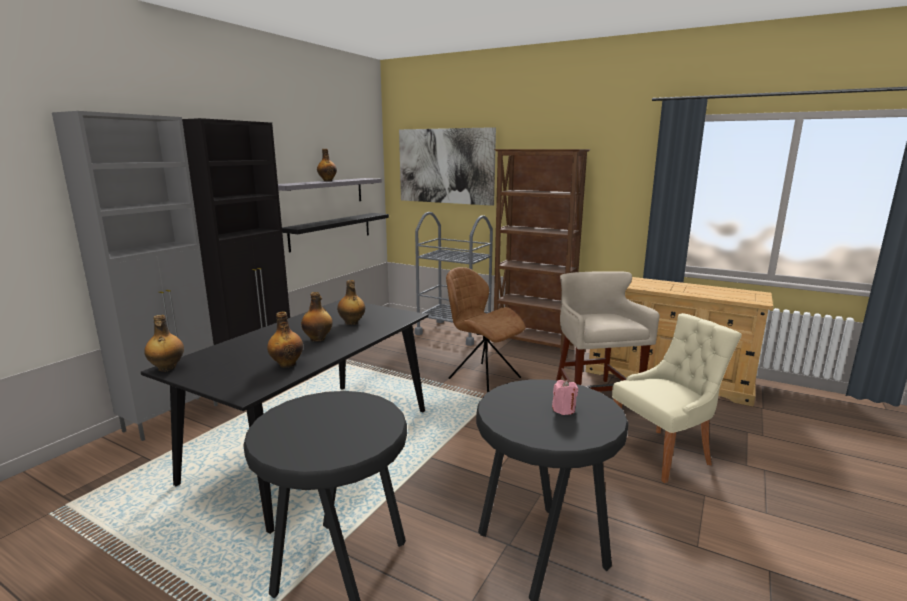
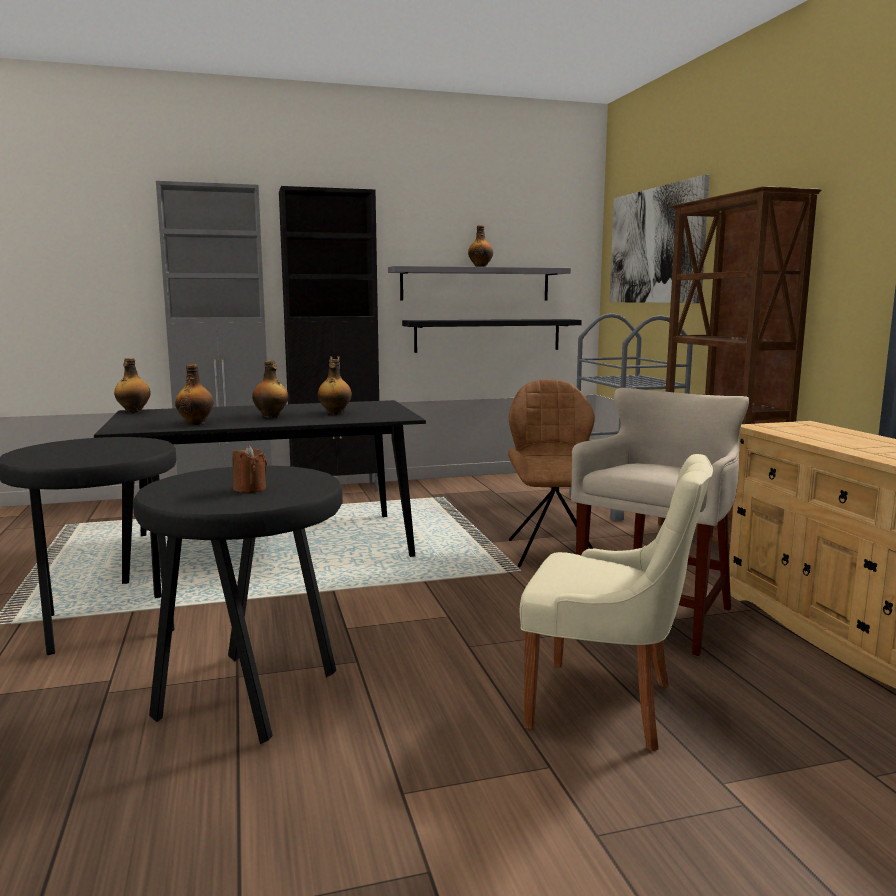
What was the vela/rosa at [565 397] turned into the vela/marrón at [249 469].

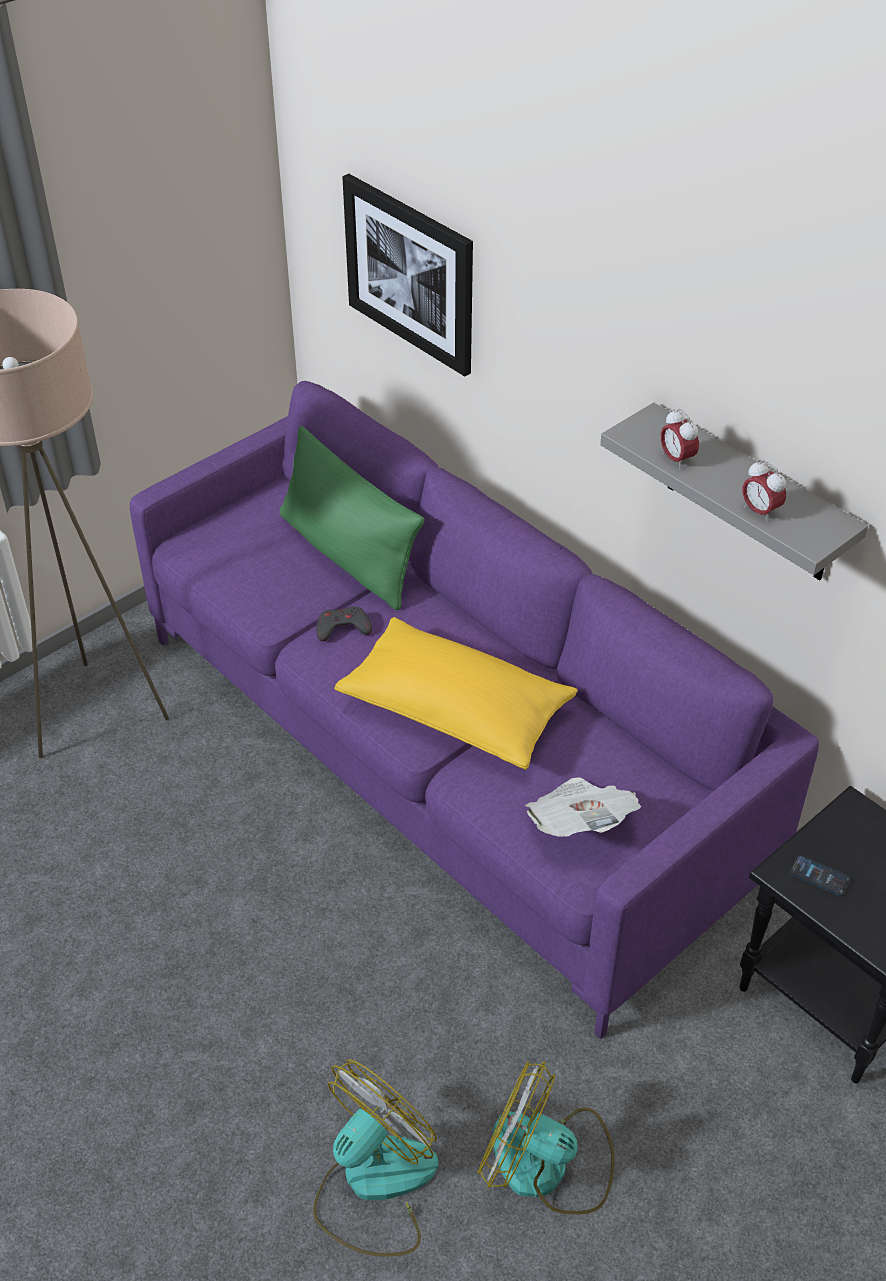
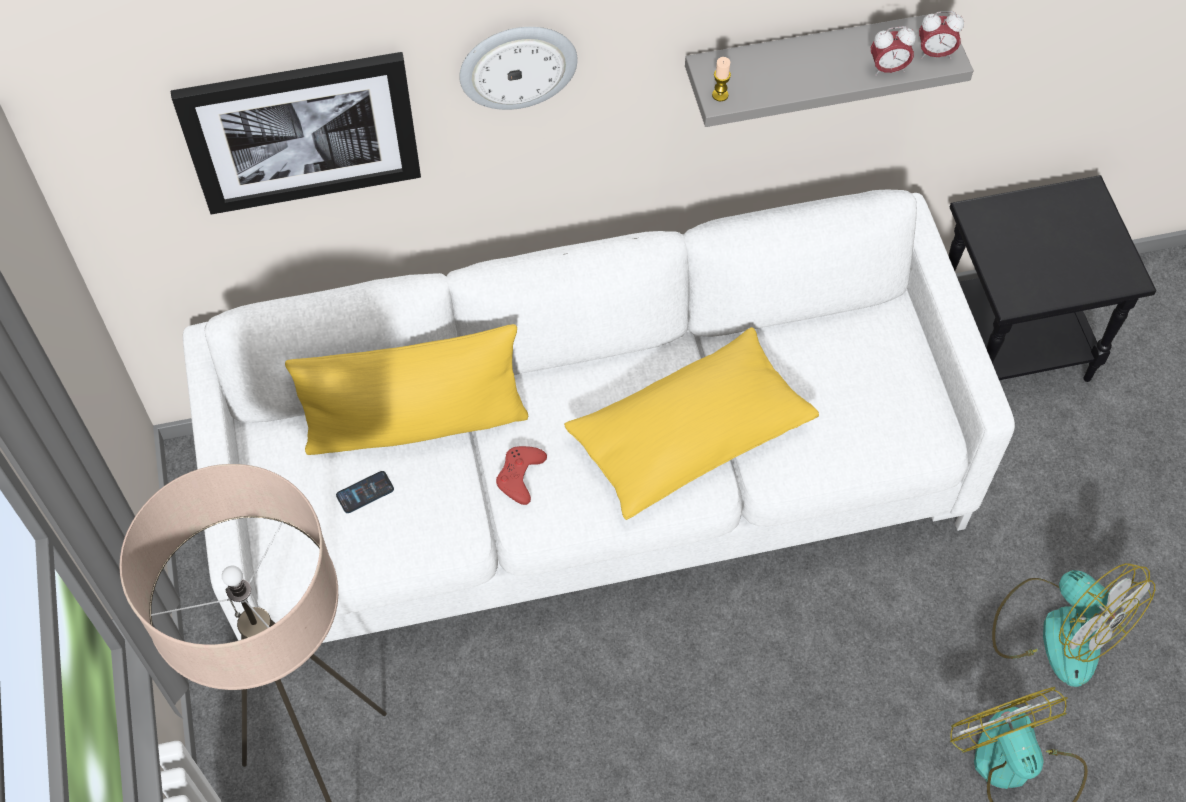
What was the sofá/morado at [474 710] turned into the sofá/blanco at [599 416].
What was the cojín/verde at [352 518] turned into the cojín/amarillo at [406 389].
The móvil ended up elsewhere, having gone from [820 875] to [365 492].
The second view gained the reloj de pared at [518 68].
What was the mando de consola/gris at [344 623] turned into the mando de consola/rojo at [521 475].
The second view gained the vela at [721 79].
The despertador ended up elsewhere, having gone from [680 439] to [941 35].
The ventilador at [546 1137] ended up facing another way, 90 degrees counterclockwise from before.
The second view lost the periódico at [583 807].

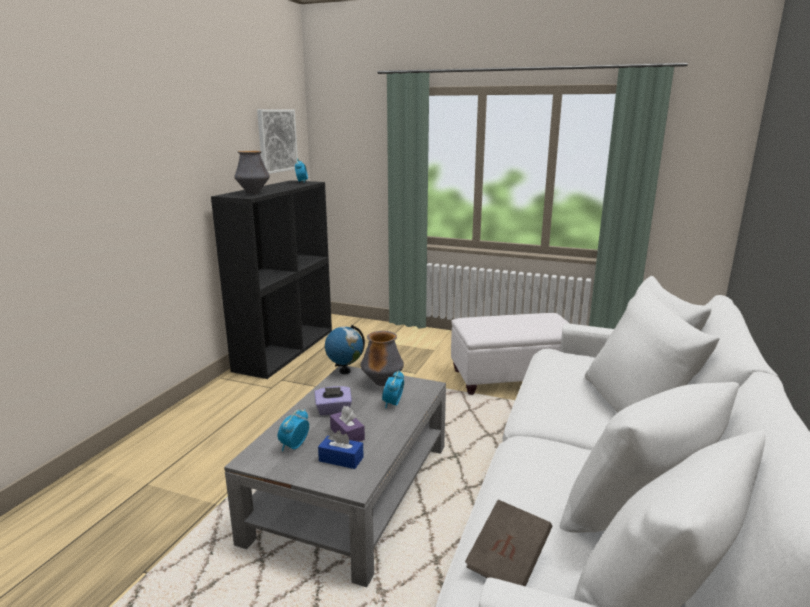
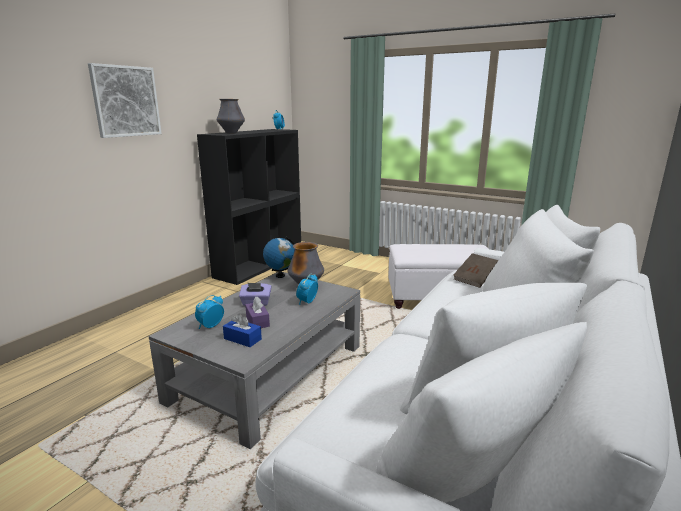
The cuadro ended up elsewhere, having gone from [277 141] to [125 100].
The libro/marrón ended up elsewhere, having gone from [508 543] to [475 270].

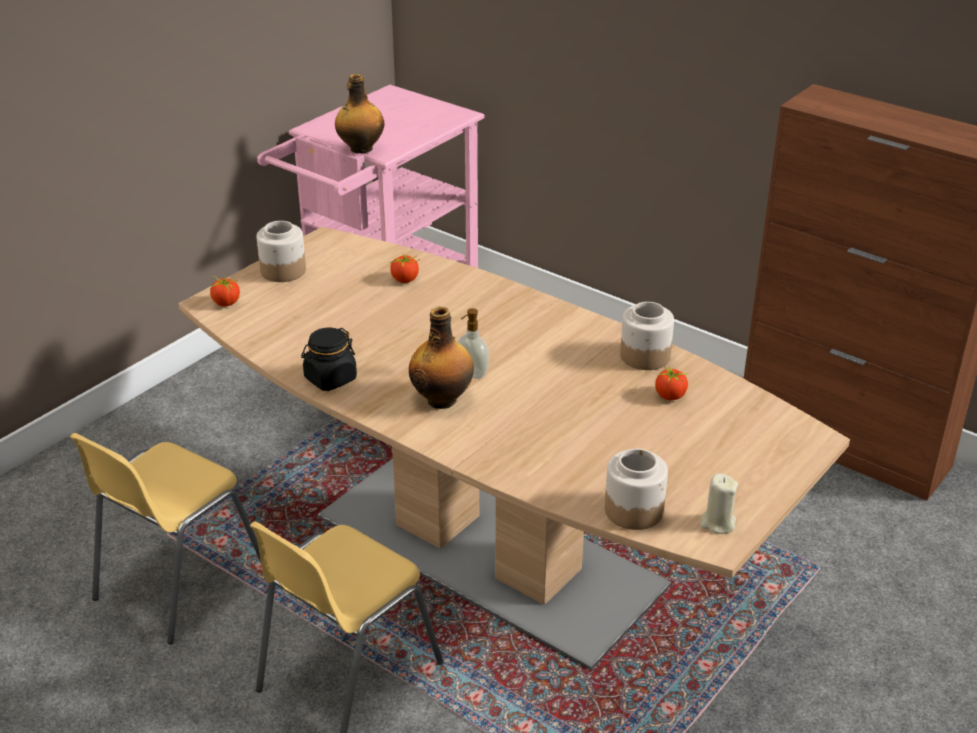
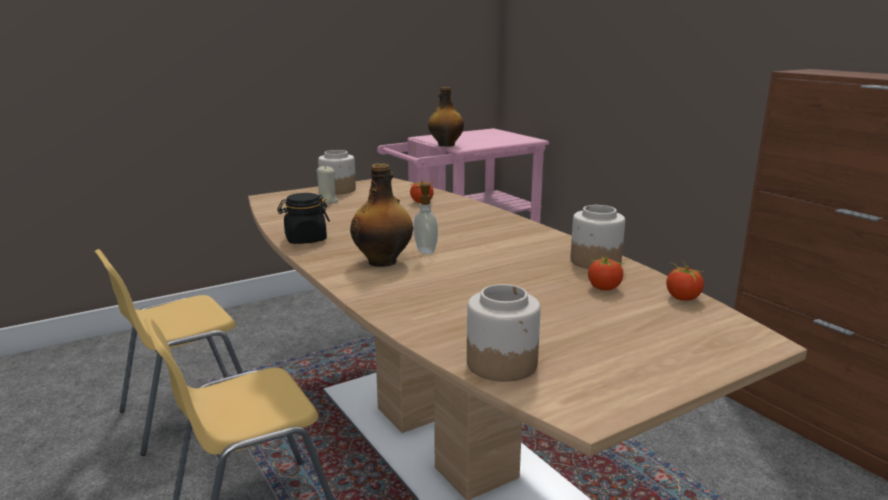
The vela/beis ended up elsewhere, having gone from [719 503] to [328 185].
The tomate ended up elsewhere, having gone from [225 290] to [685 281].

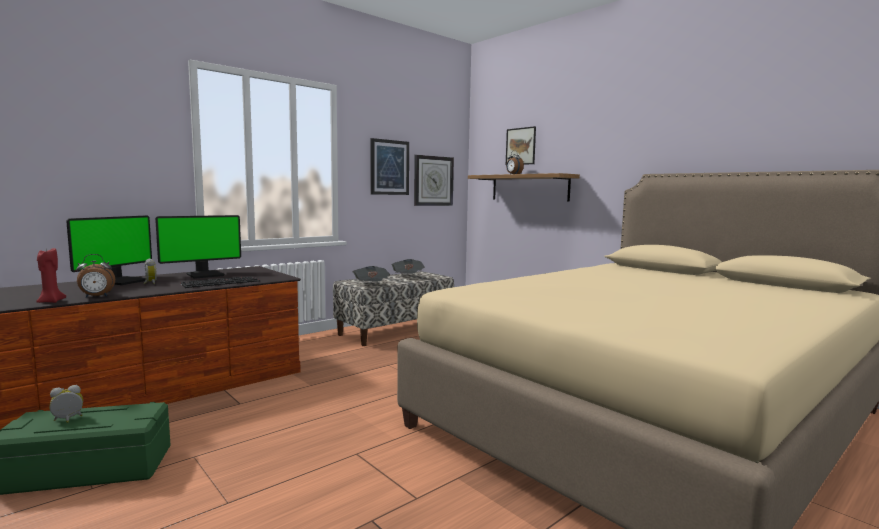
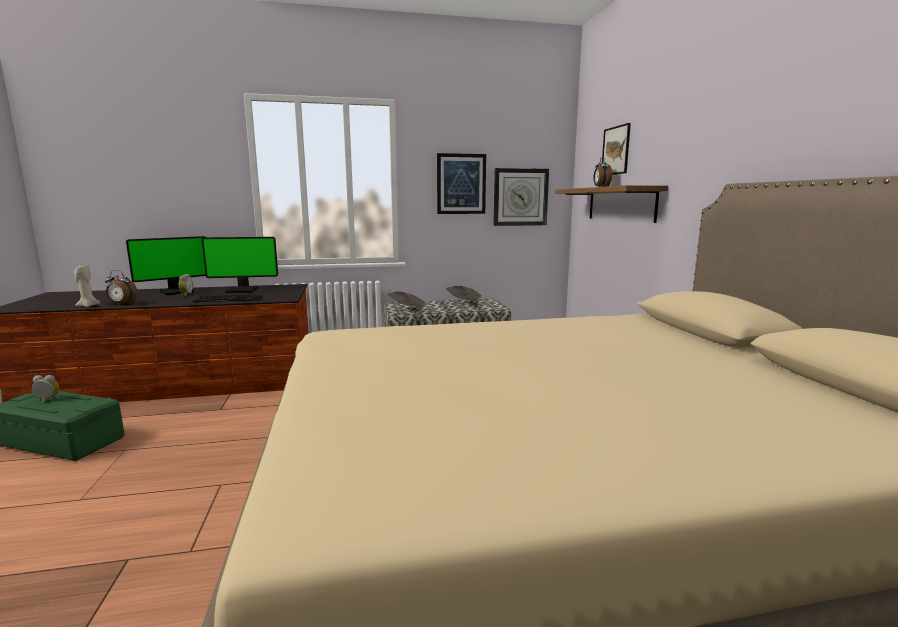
What was the vela/rojo at [51 275] turned into the vela/beis at [87 285].

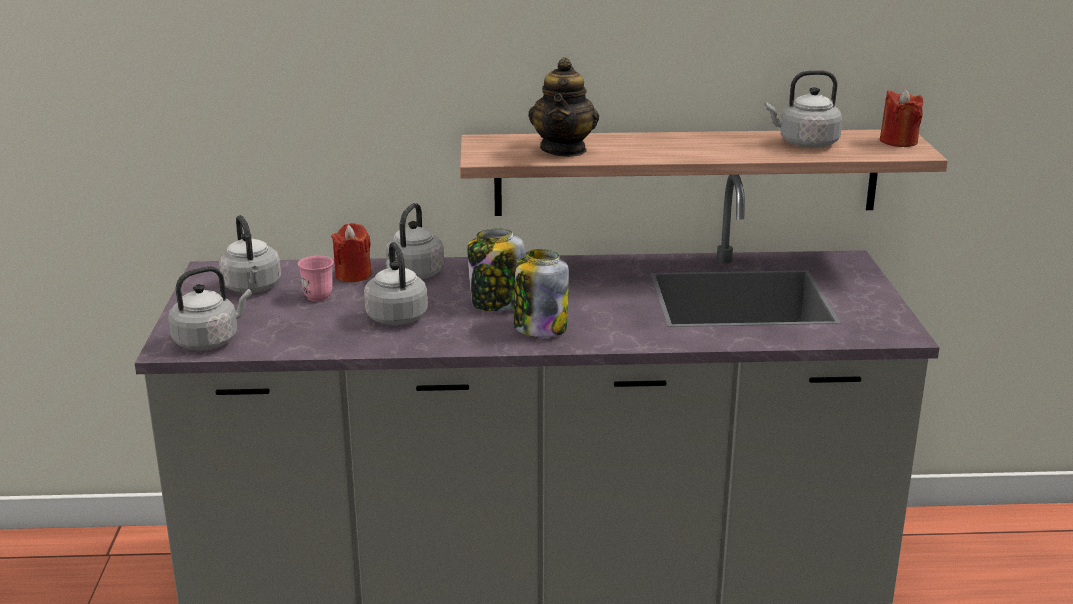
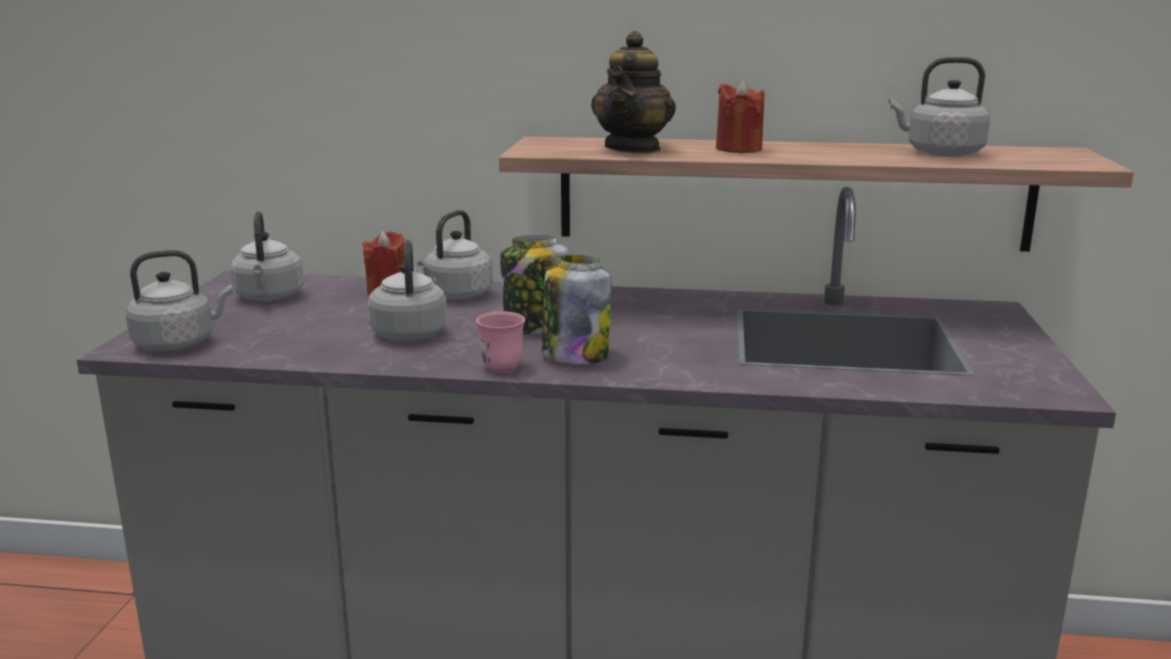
The taza grande/rosa ended up elsewhere, having gone from [316 278] to [500 342].
The vela/rojo ended up elsewhere, having gone from [901 117] to [740 116].

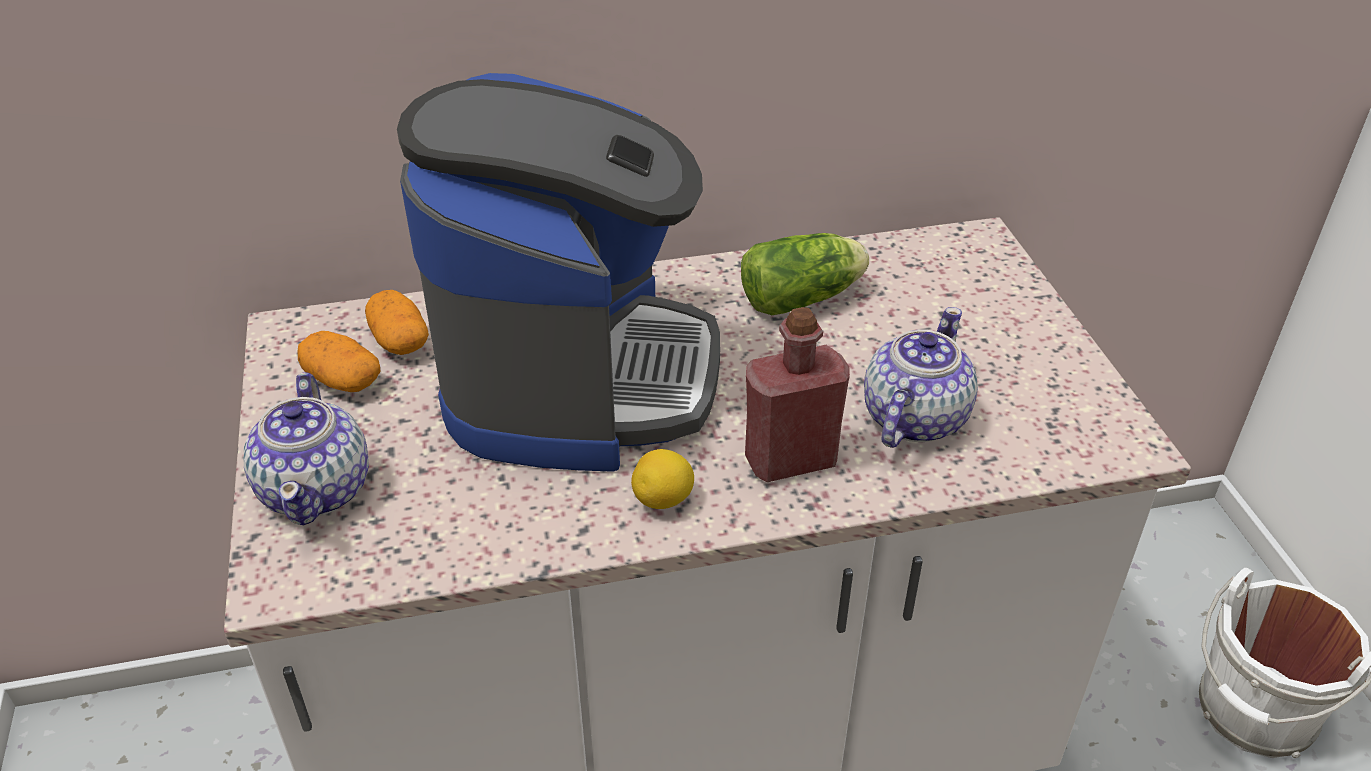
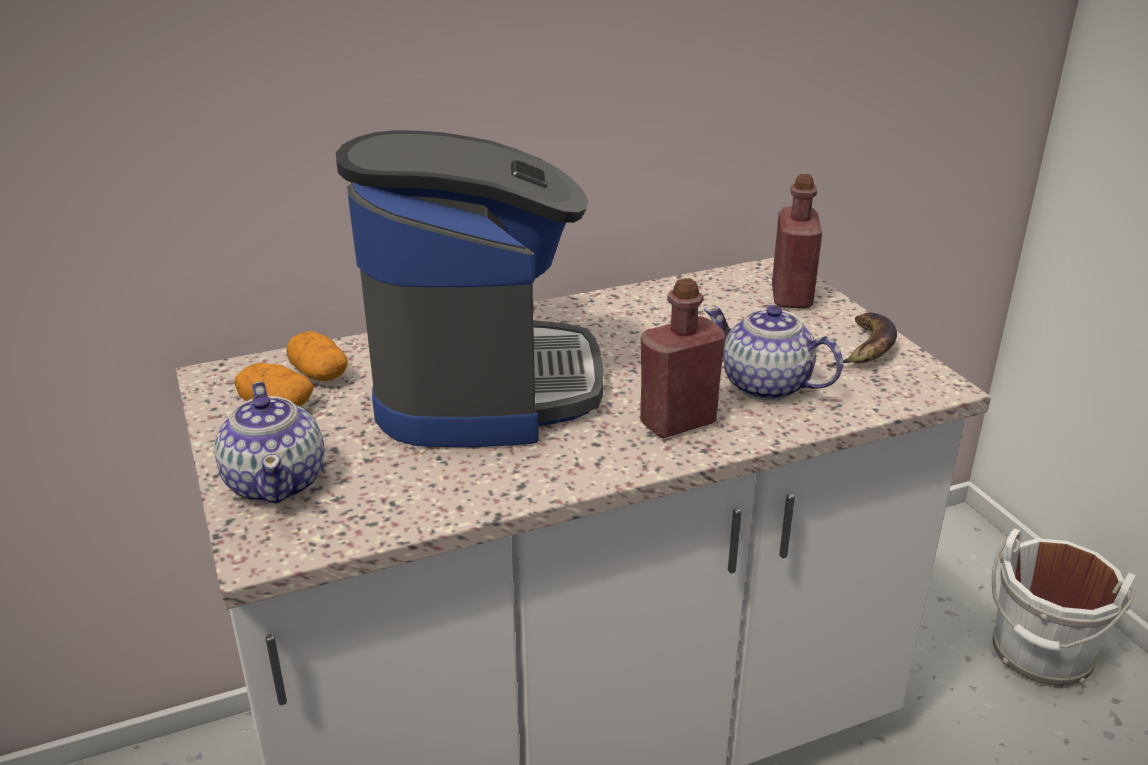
The tetera at [921 377] ended up facing another way, 75 degrees counterclockwise from before.
The second view gained the botella/rojo at [797 241].
The second view gained the plátano at [861 339].
The second view lost the limón at [662 479].
The second view lost the lechuga at [805 274].

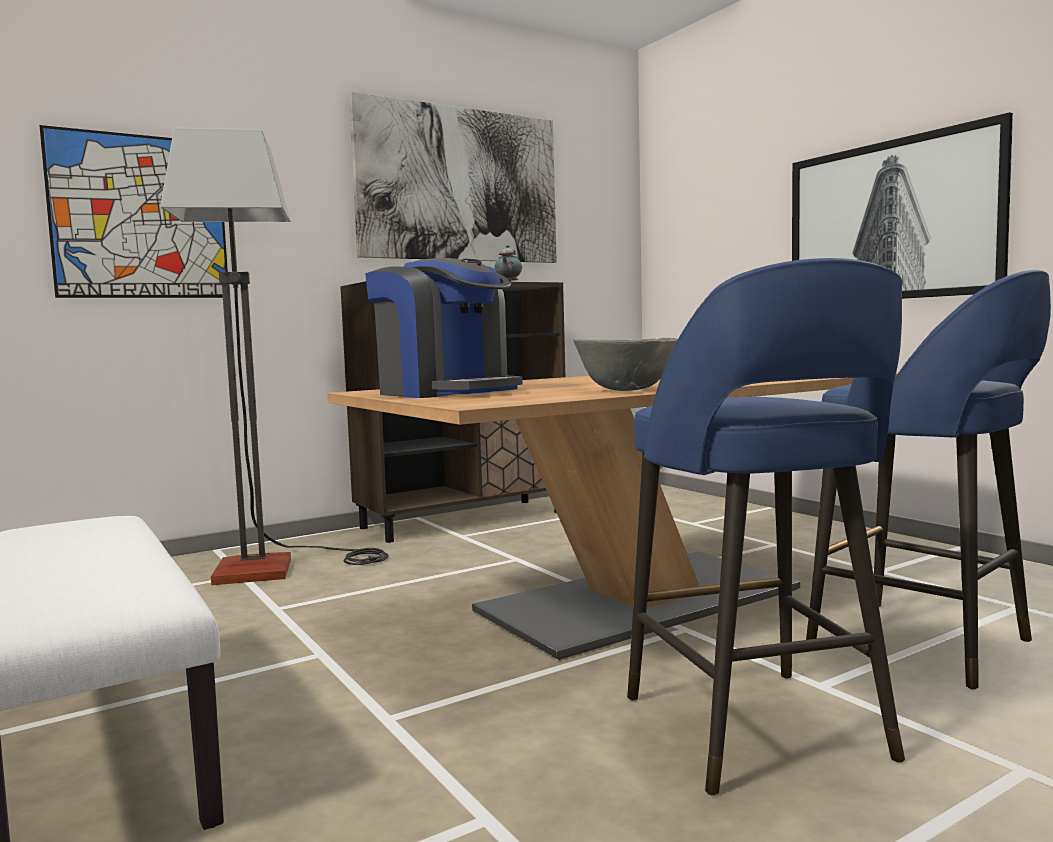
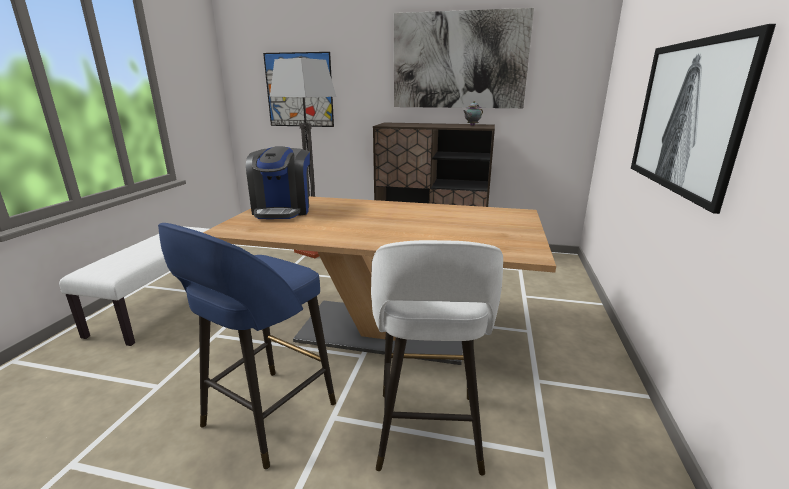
What was the taburete/azul at [928 480] turned into the taburete/blanco at [437 357].
The second view lost the cuenco/gris at [625 364].

